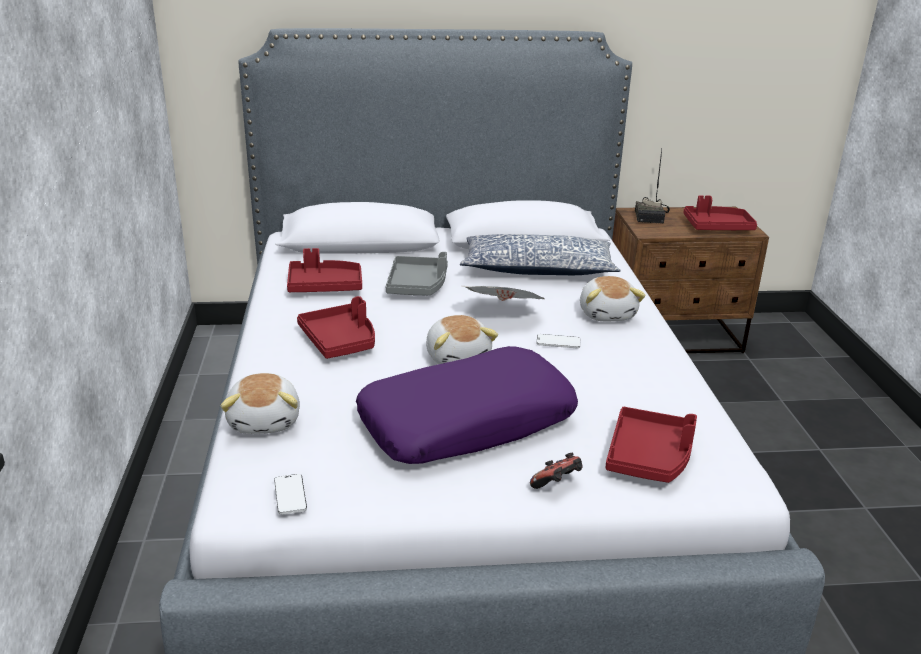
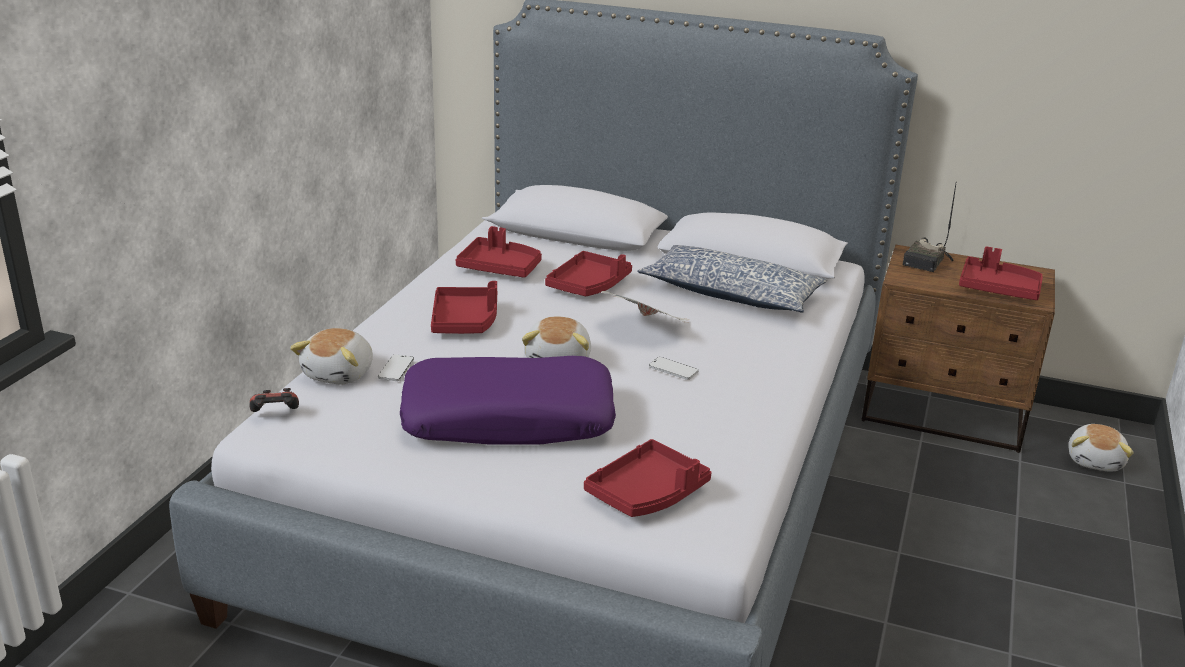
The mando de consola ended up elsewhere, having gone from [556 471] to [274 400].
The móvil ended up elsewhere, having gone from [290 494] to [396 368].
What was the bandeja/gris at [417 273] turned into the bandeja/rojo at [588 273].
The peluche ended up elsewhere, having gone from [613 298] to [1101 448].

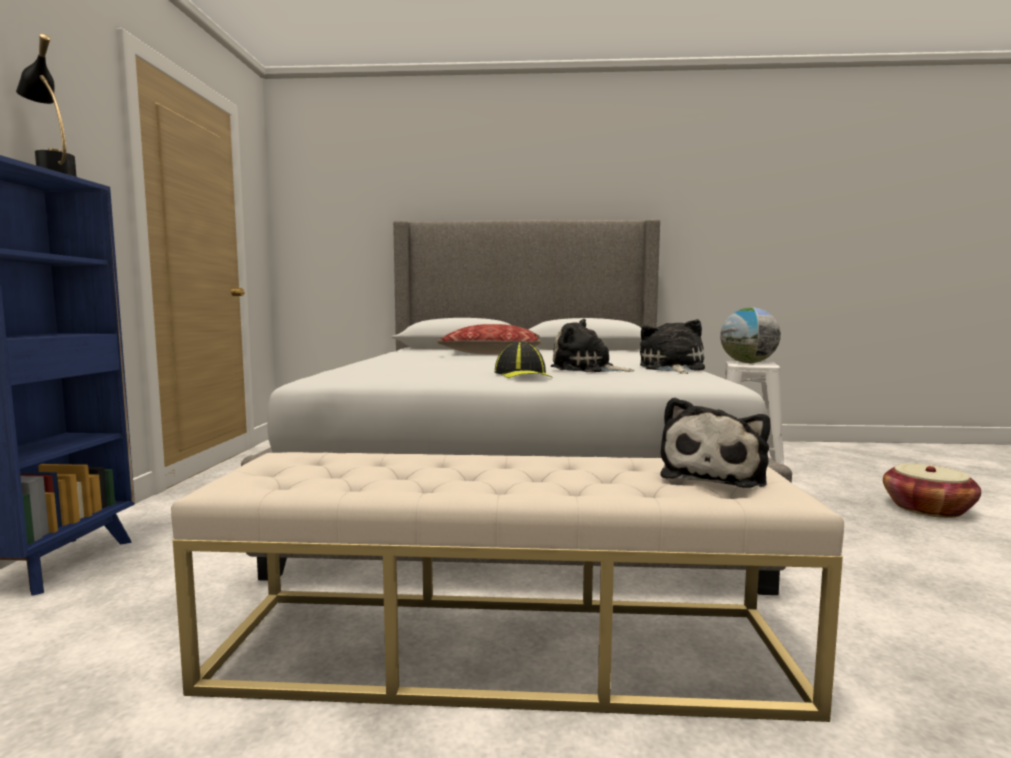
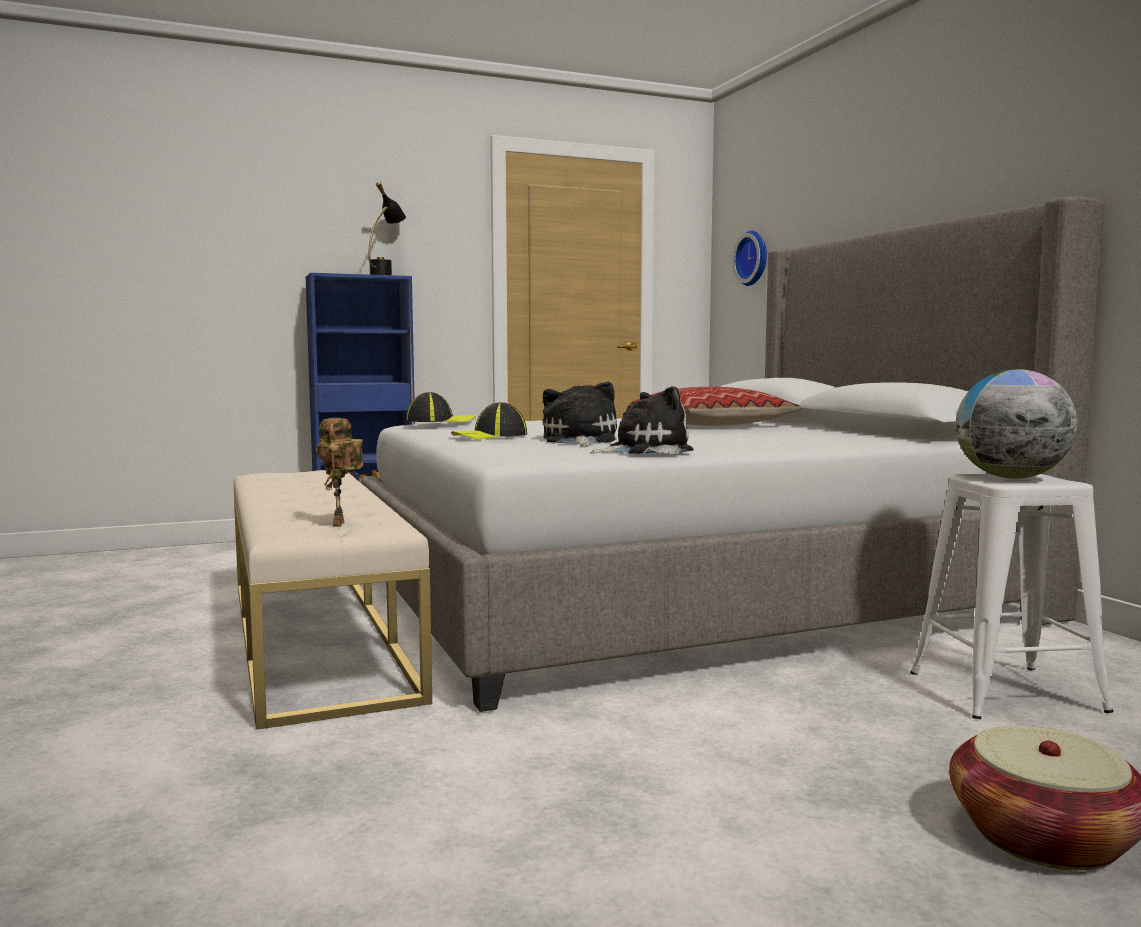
Where the peluche stood at [715 442], the robot de juguete came to stand at [339 472].
The second view gained the gorra at [441 407].
The second view gained the reloj de pared at [749 258].

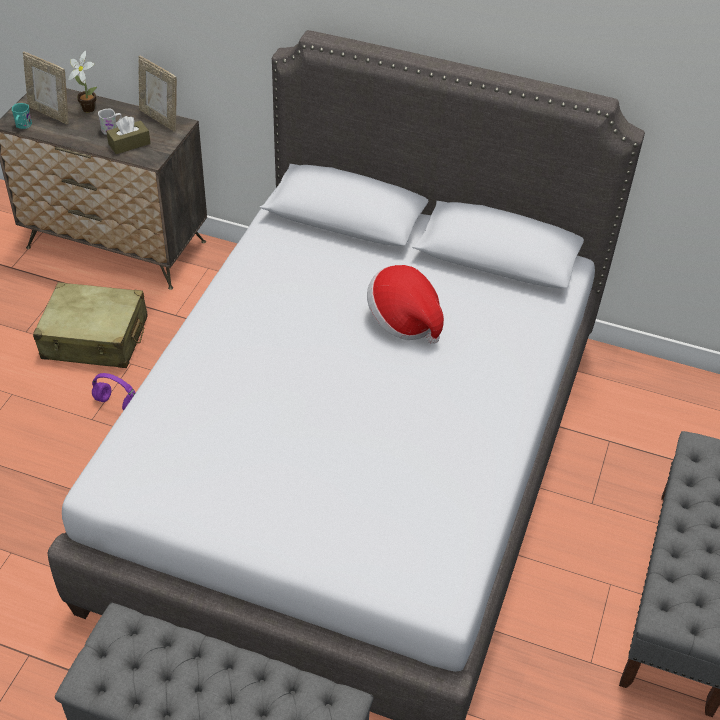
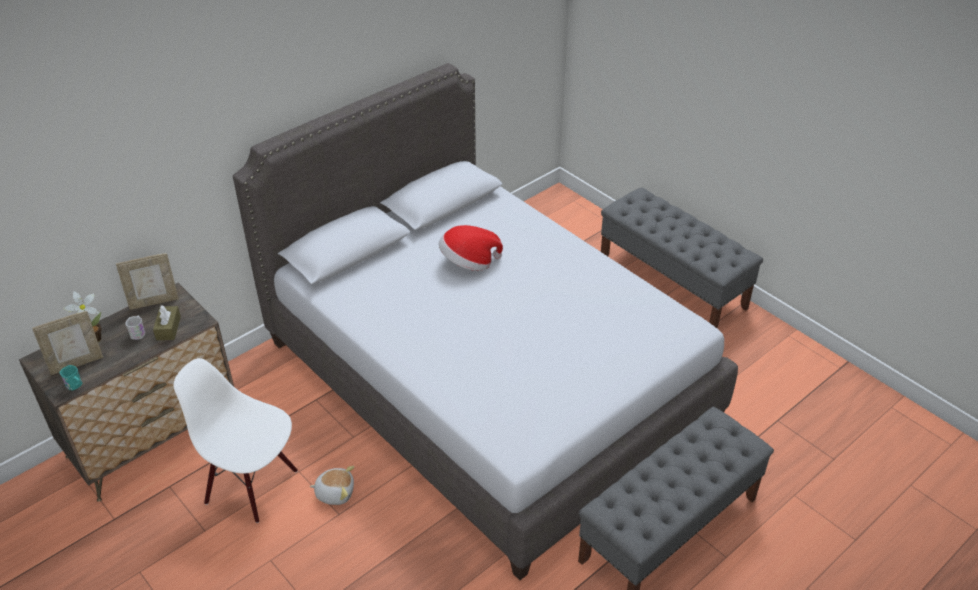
Where the maleta/beis stood at [90 325], the silla/blanco came to stand at [236 440].
Where the auriculares/morado stood at [113 391], the peluche came to stand at [331 485].

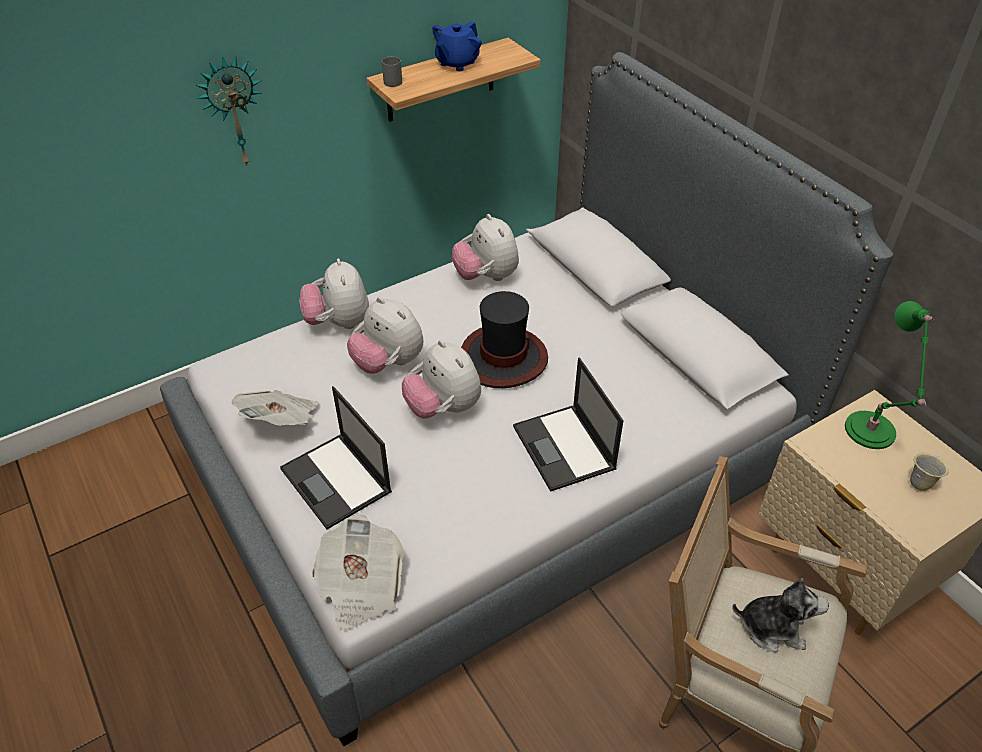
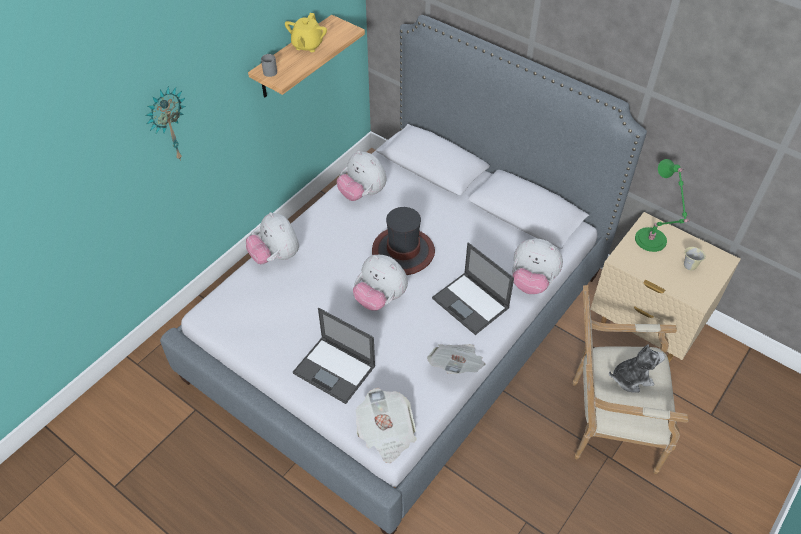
What was the tetera/azul at [457 46] turned into the tetera/amarillo at [306 32].
The periódico ended up elsewhere, having gone from [275 408] to [456 359].
The peluche ended up elsewhere, having gone from [385 335] to [537 266].

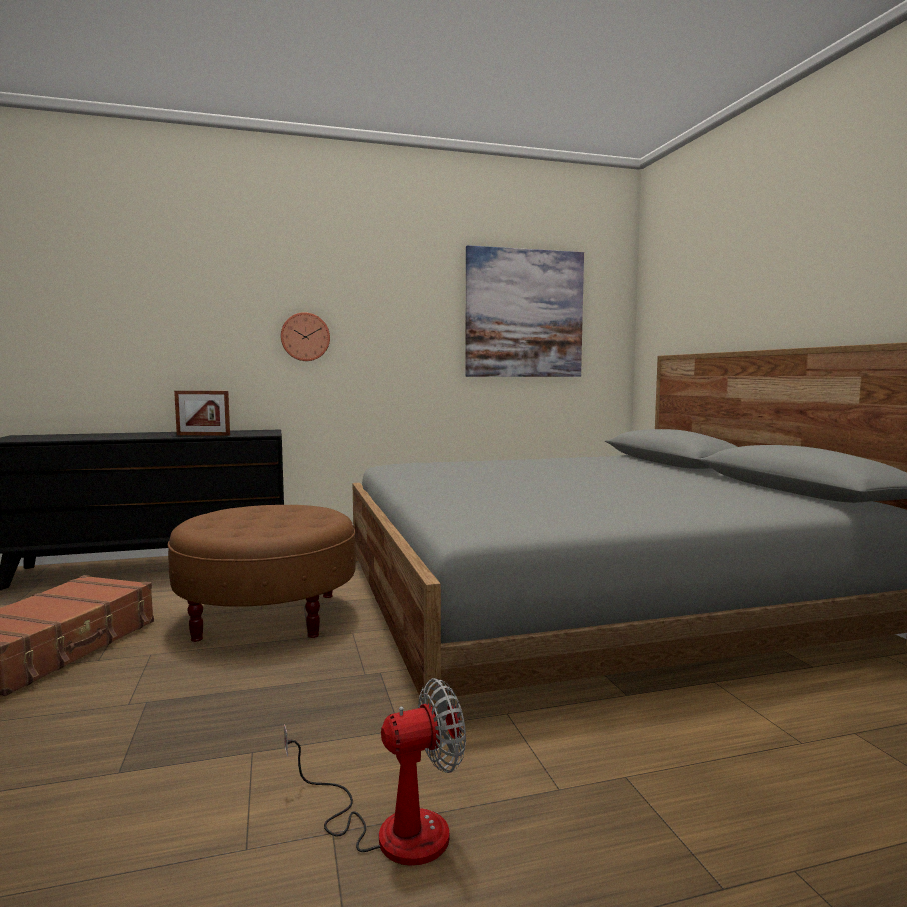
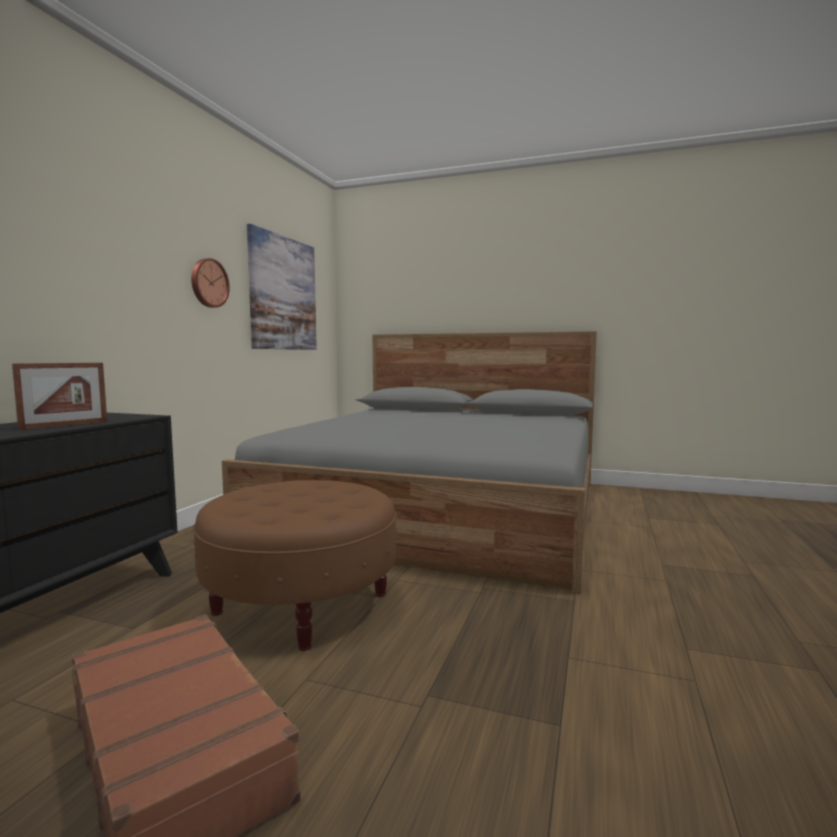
The reloj de pared ended up elsewhere, having gone from [305 336] to [210 283].
The second view lost the ventilador at [375 772].

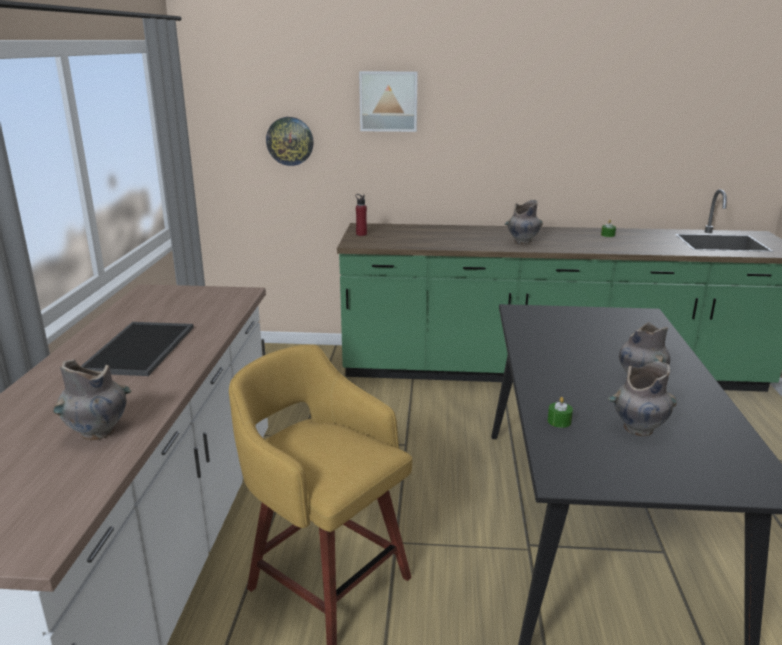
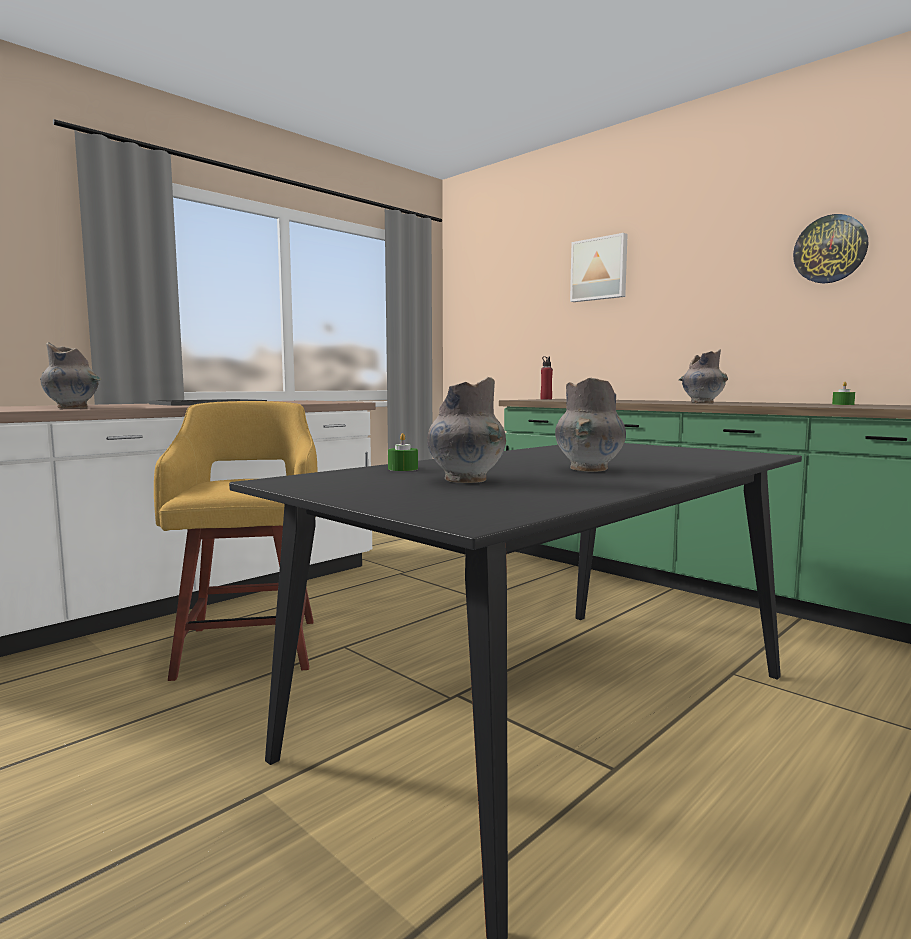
The reloj de pared ended up elsewhere, having gone from [290 141] to [830 248].

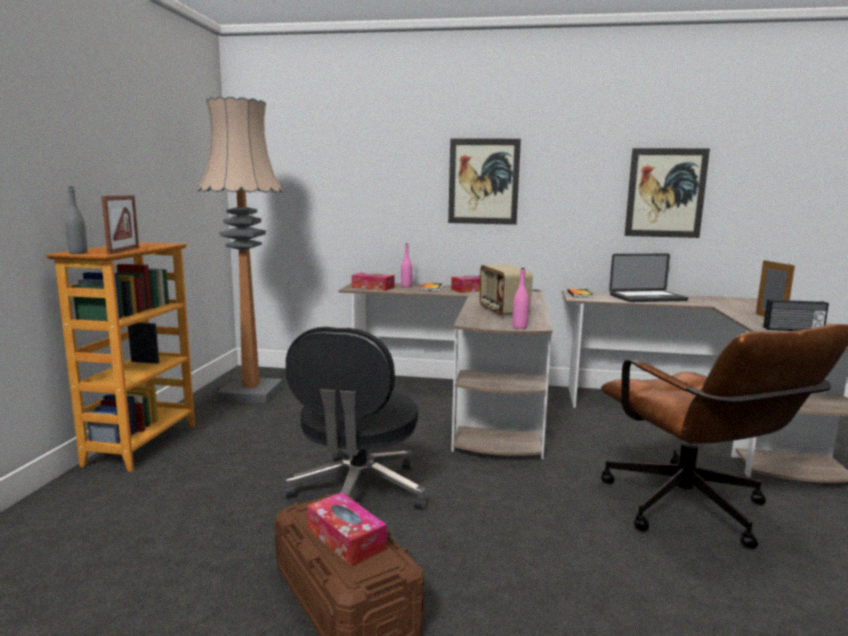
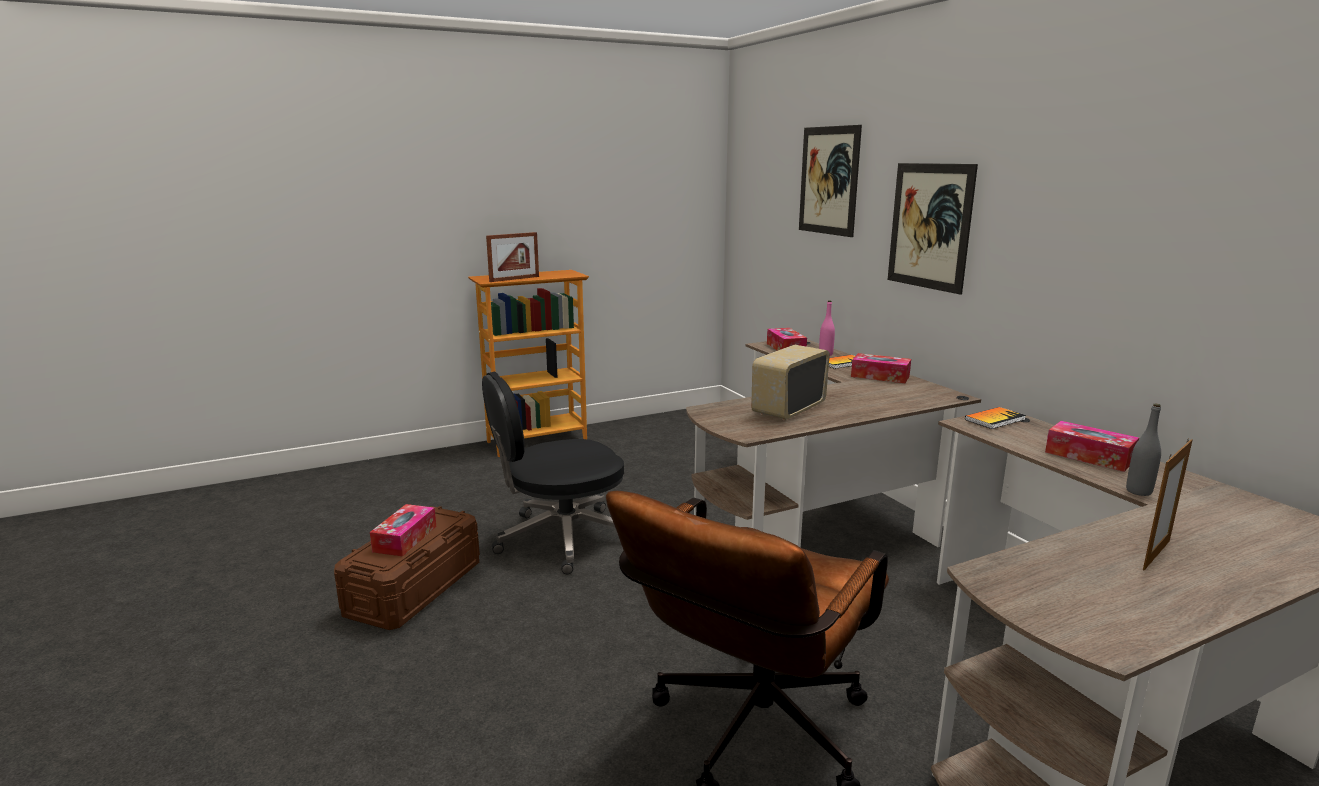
The cuadro ended up elsewhere, having gone from [667 193] to [830 181].
Where the portátil stood at [648 278], the caja de pañuelos came to stand at [1092 446].
The botella/gris ended up elsewhere, having gone from [76 220] to [1143 449].
The second view lost the lámpara de pie at [240 250].
The second view lost the botella/rosa at [520 298].
The second view lost the radio at [796 315].

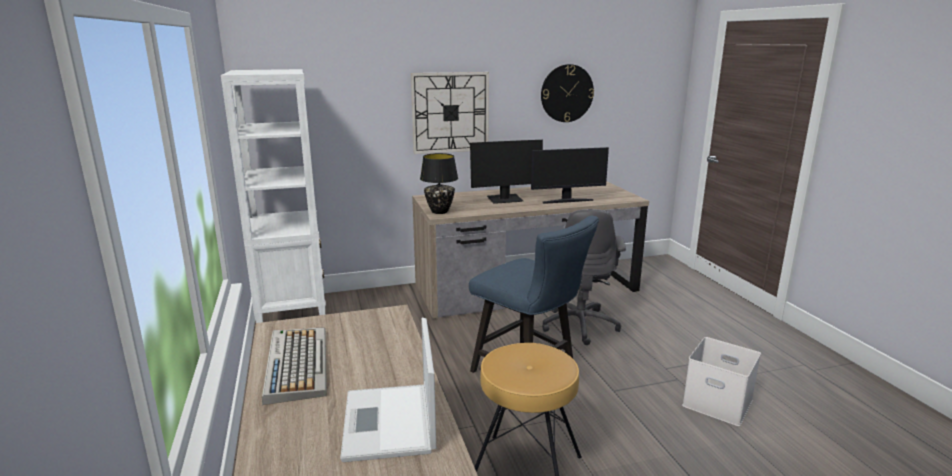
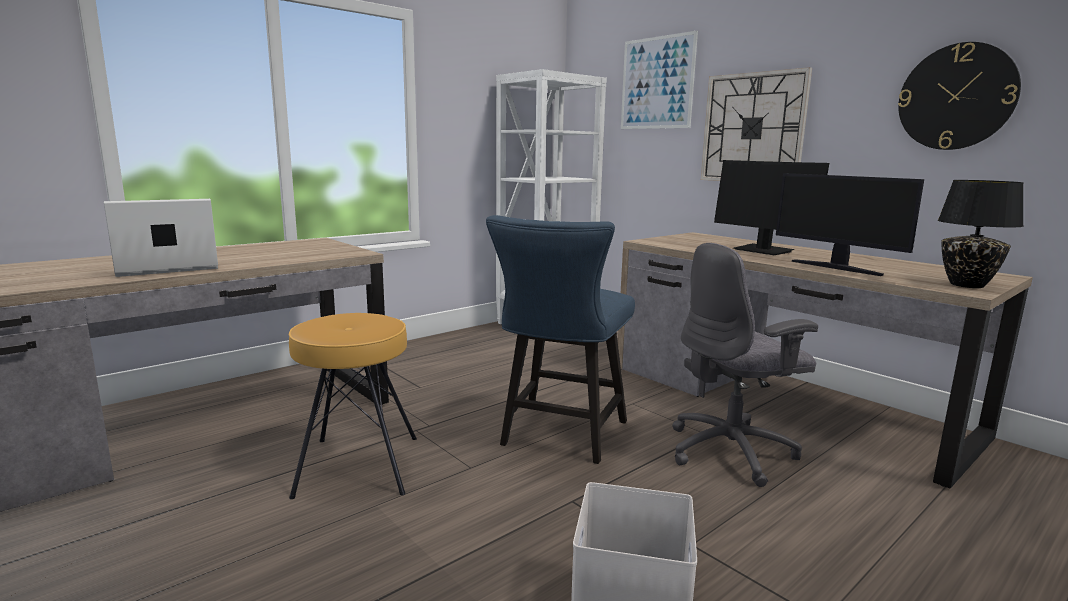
The second view gained the cuadro at [659 80].
The lámpara de mesa/negro ended up elsewhere, having gone from [439 183] to [981 234].
The second view lost the teclado at [294 366].

